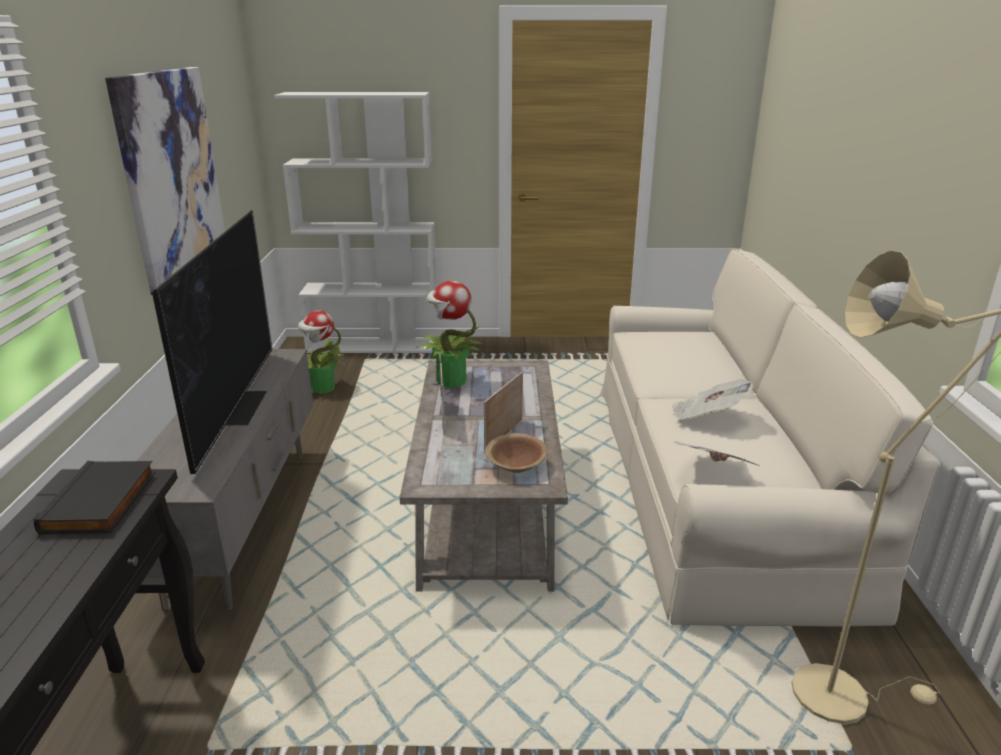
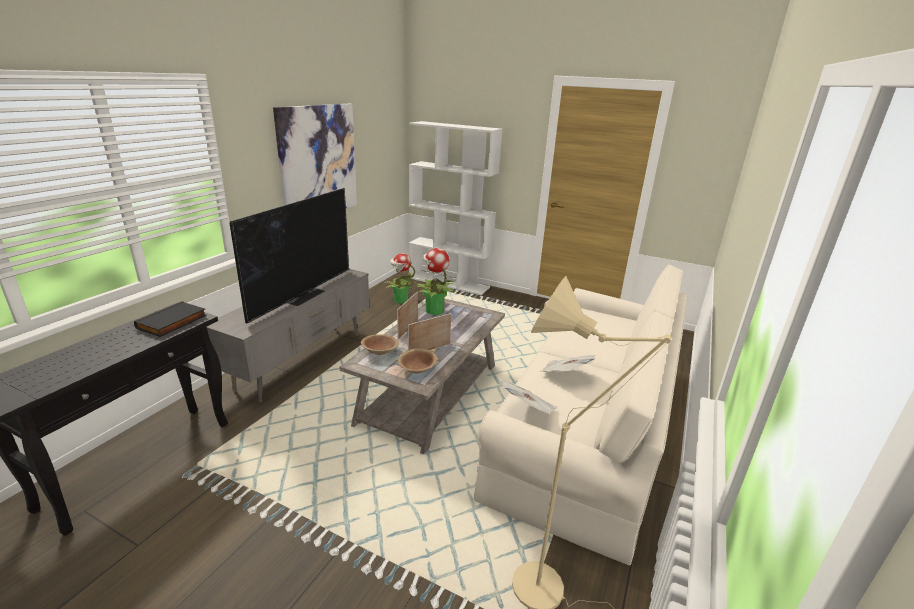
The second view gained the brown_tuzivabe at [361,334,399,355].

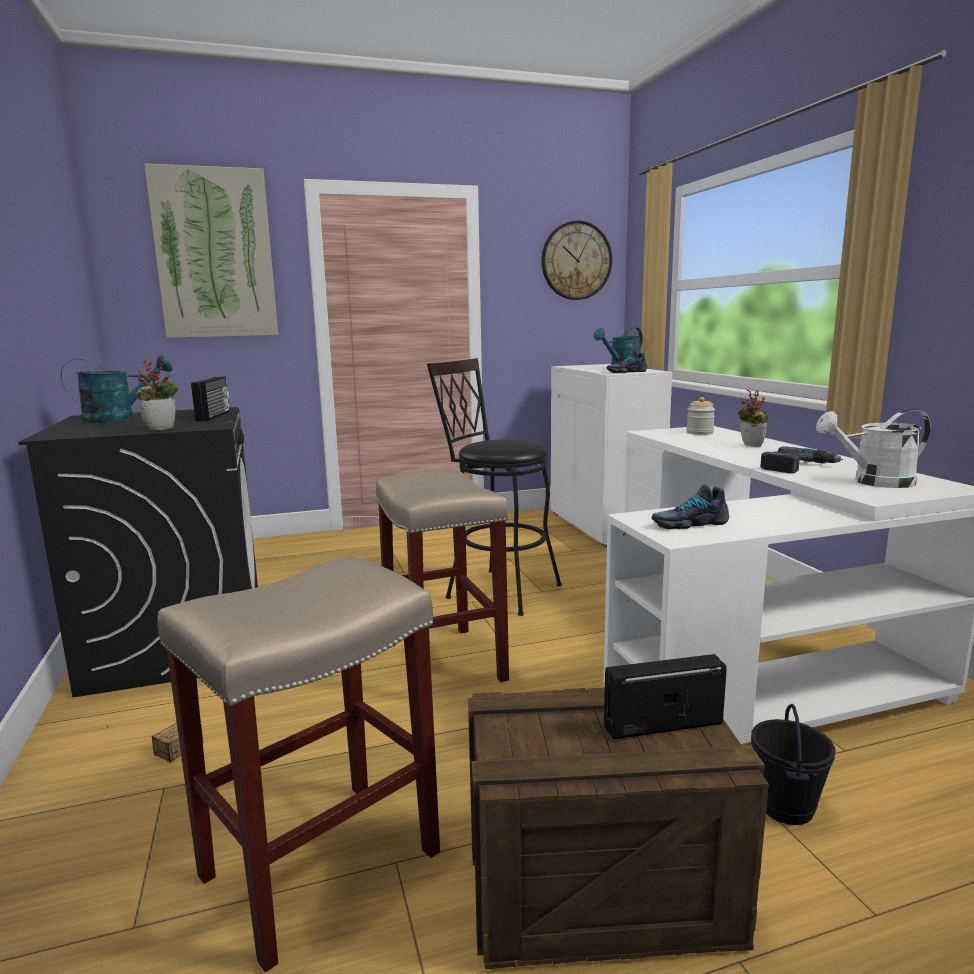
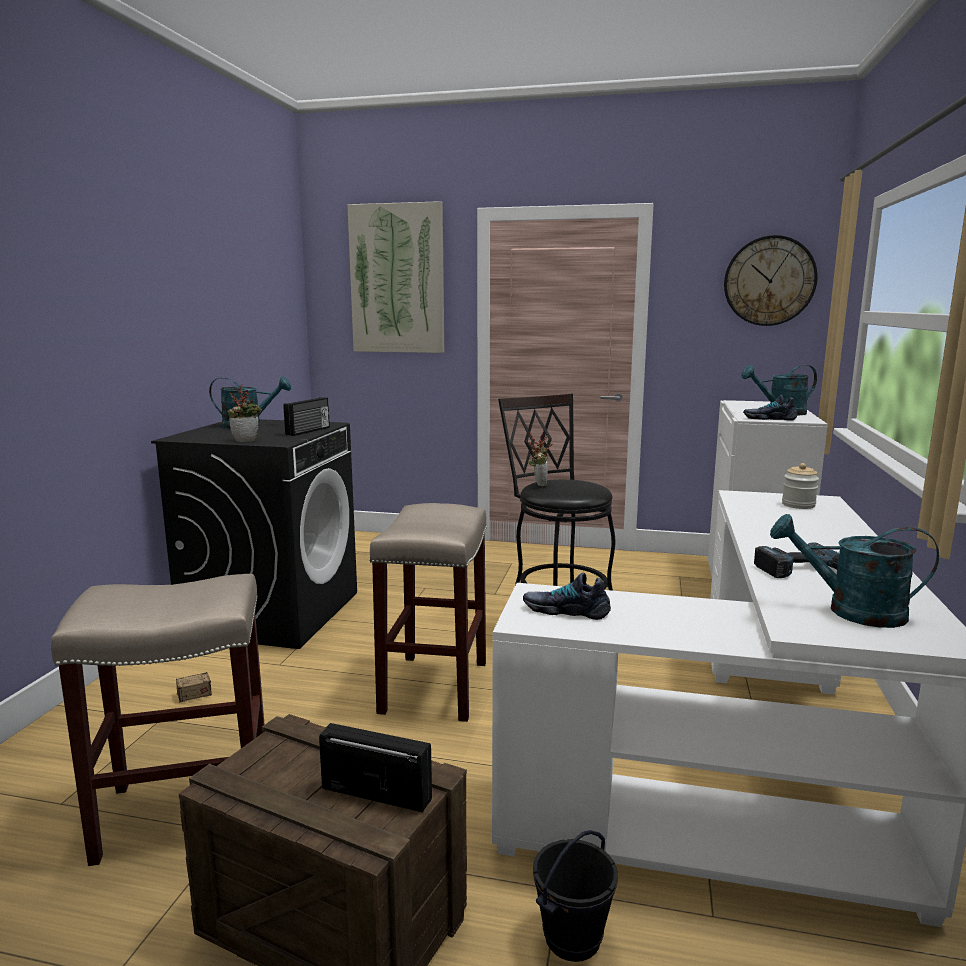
The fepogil ended up elsewhere, having gone from [737,390,769,447] to [525,431,553,487]. What was the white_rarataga at [816,409,931,488] turned into the turquoise_rarataga at [770,514,939,628].

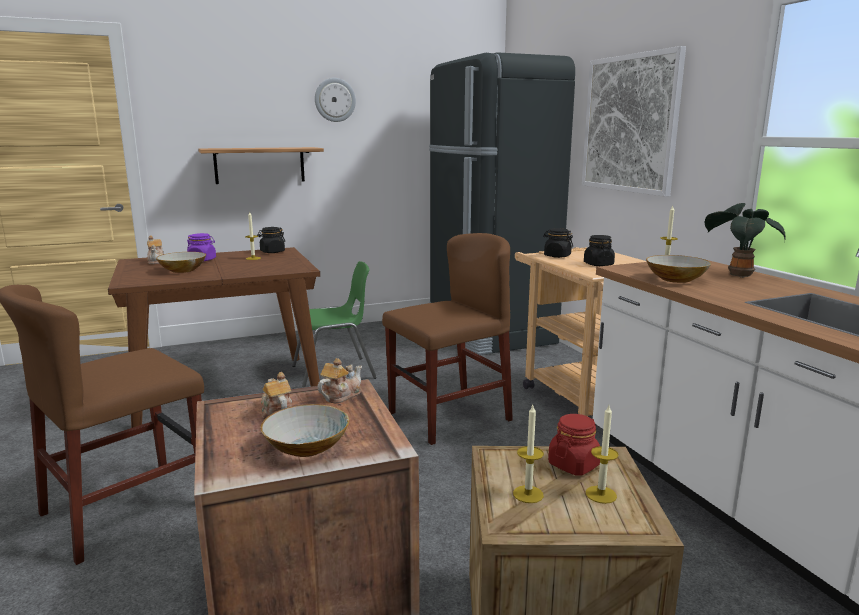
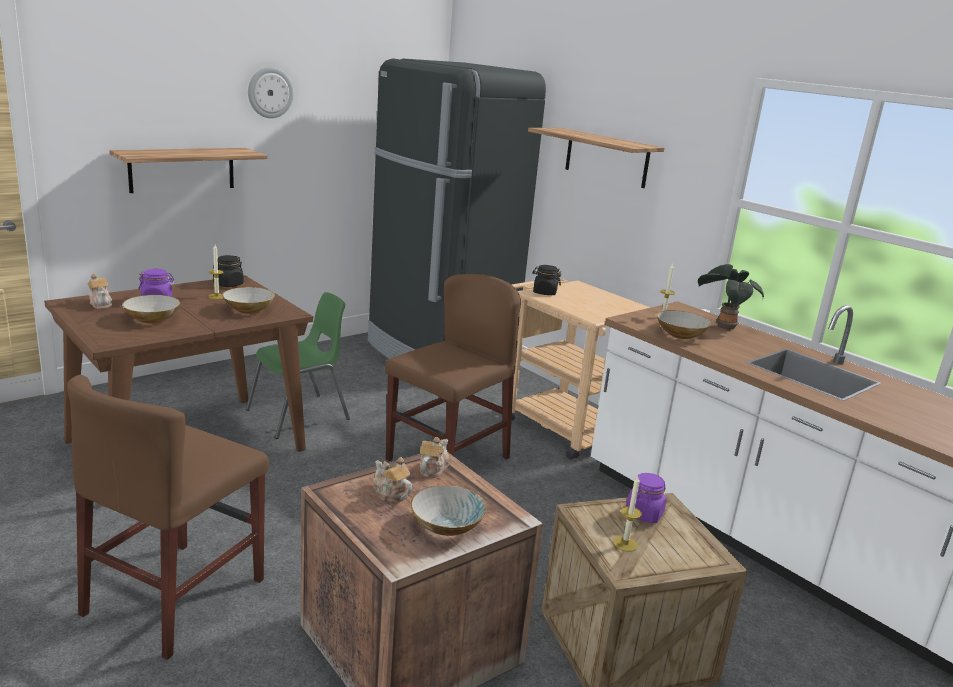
Where the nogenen hung at [582,46,686,197], the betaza came to hang at [528,128,664,188]. The second view lost the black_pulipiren at [584,235,615,266]. The second view lost the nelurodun at [586,405,618,504]. What was the red_pulipiren at [548,414,600,476] turned into the purple_pulipiren at [626,473,666,523]. The second view gained the tuzivabe at [222,287,275,314].

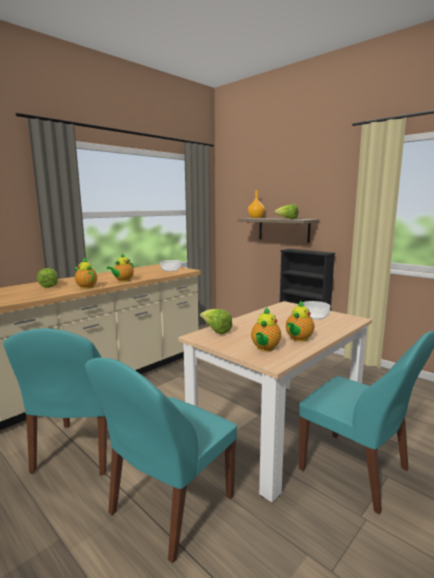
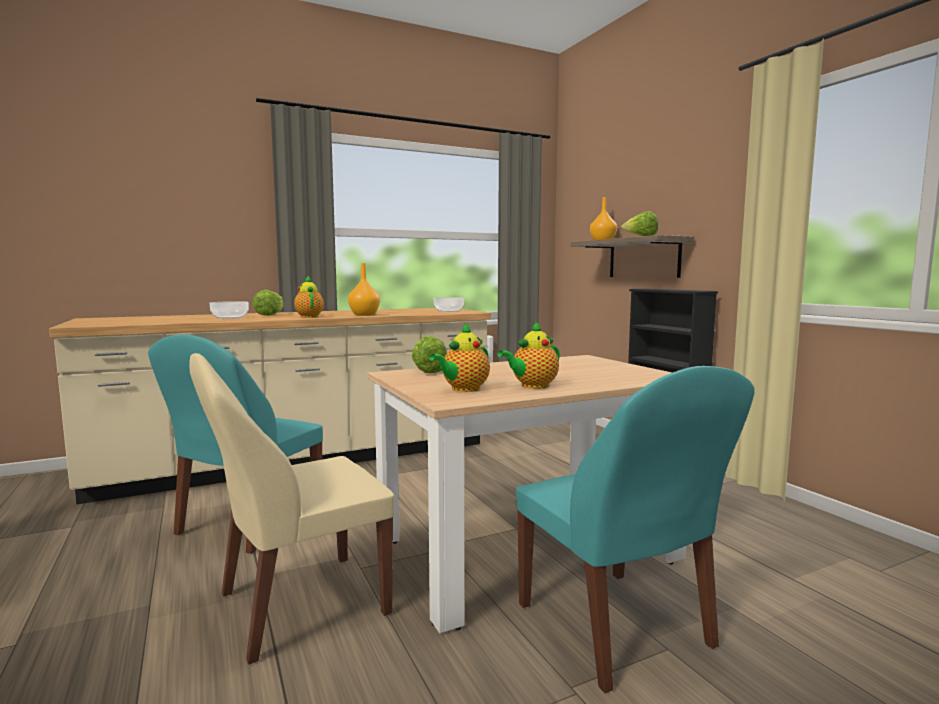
Where the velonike stood at [107,253,134,282], the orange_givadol came to stand at [348,263,380,316]. The tuzivabe ended up elsewhere, having gone from [303,301,330,320] to [210,301,249,319]. What was the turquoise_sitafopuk at [85,358,237,563] turned into the beige_sitafopuk at [189,353,394,665].

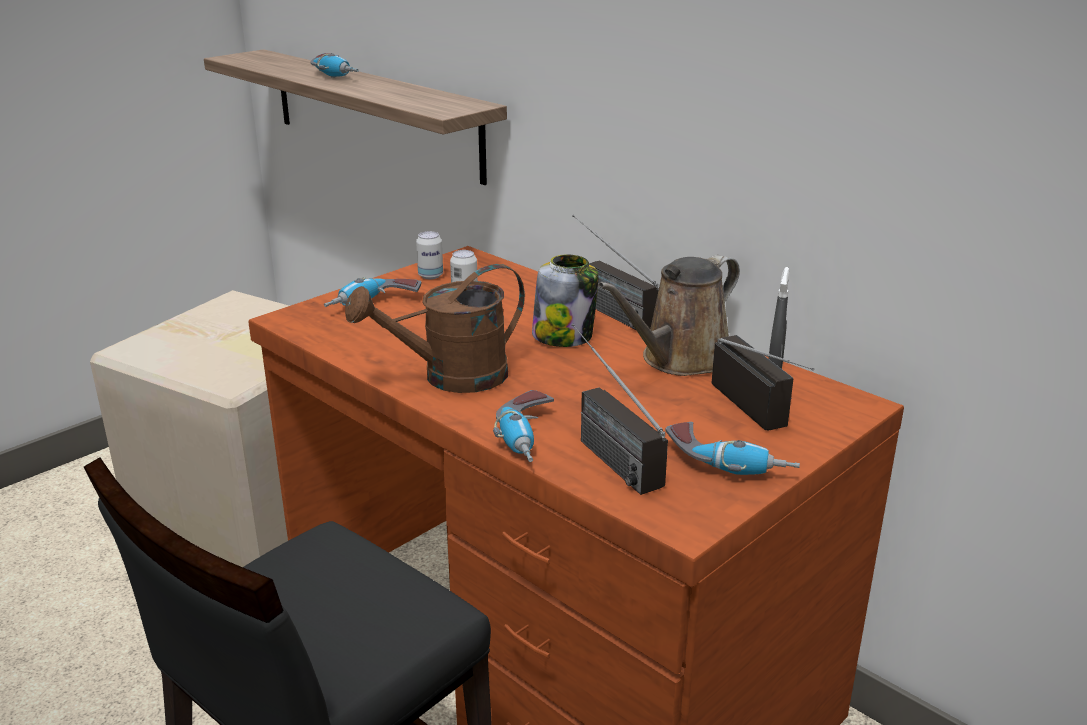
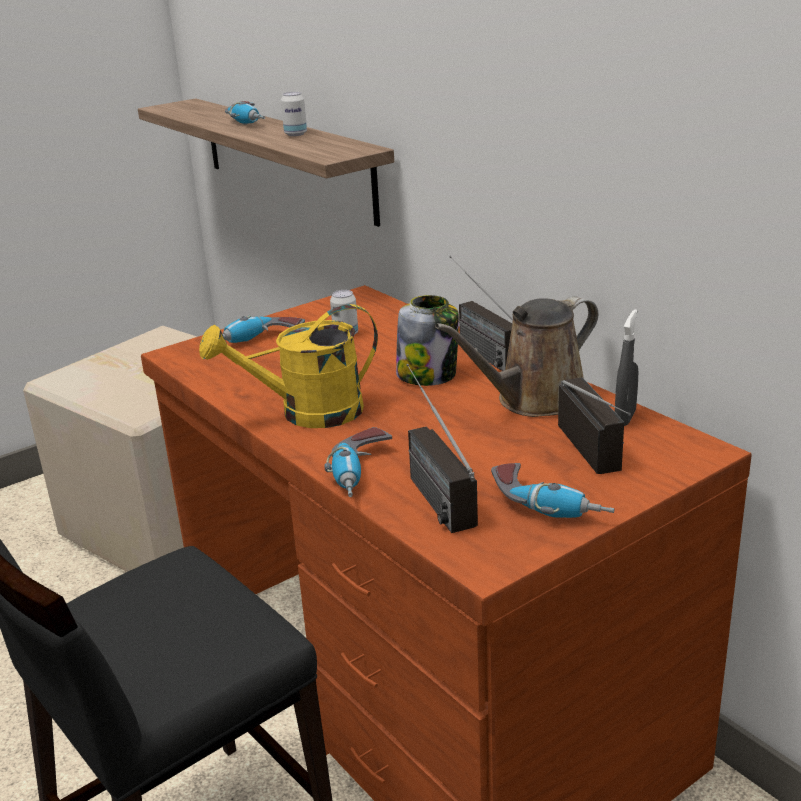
The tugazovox ended up elsewhere, having gone from [416,231,443,279] to [281,92,307,136]. What was the brown_rarataga at [345,264,525,393] turned into the yellow_rarataga at [199,304,378,428].

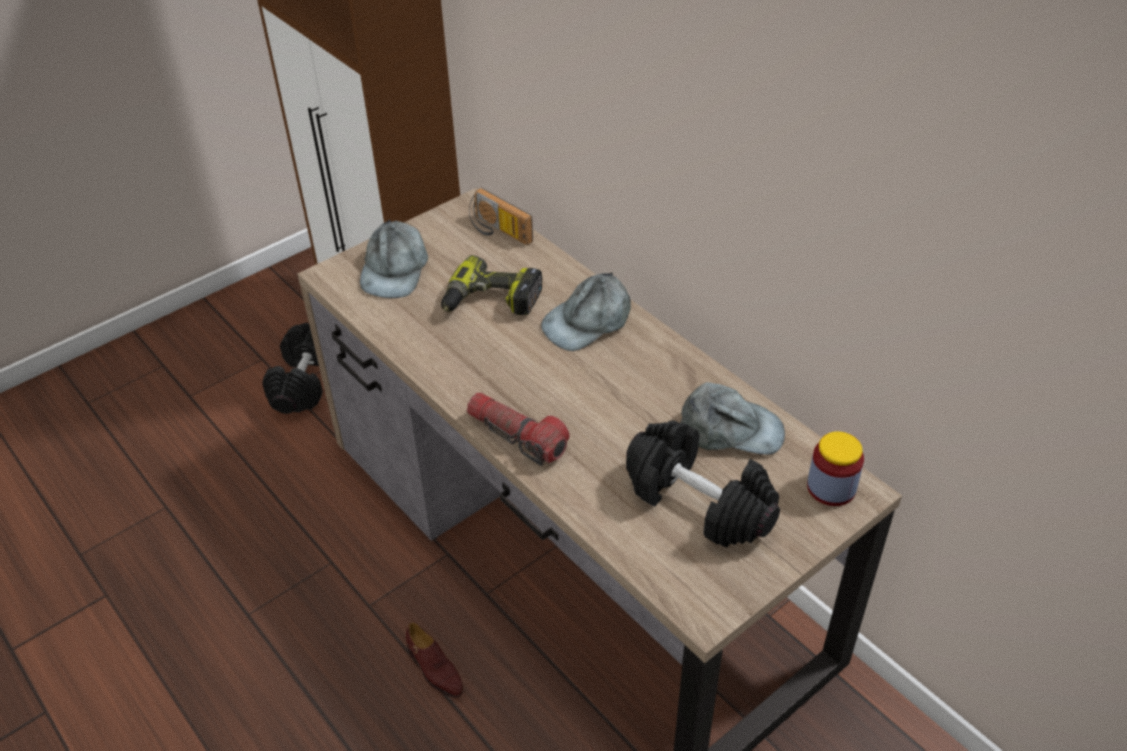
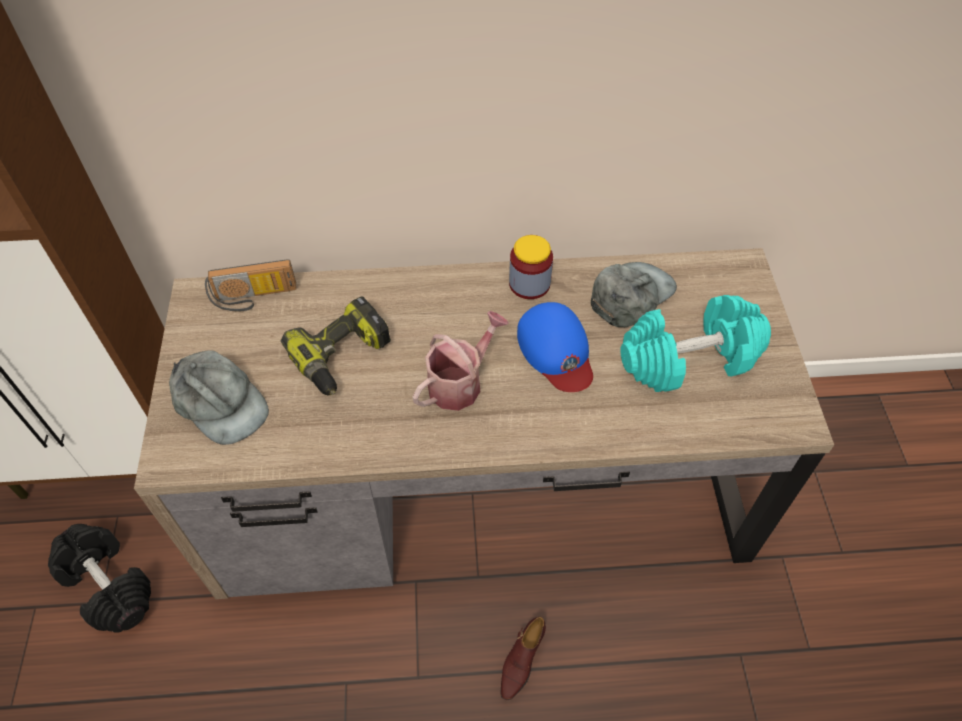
The second view lost the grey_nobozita at [541,272,631,351]. The second view lost the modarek at [467,392,570,466]. What was the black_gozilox at [626,420,780,548] turned into the turquoise_gozilox at [620,295,771,392]. The pulipiren ended up elsewhere, having gone from [807,432,864,506] to [509,235,553,299]. The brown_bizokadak at [406,622,464,698] ended up facing another way, 120 degrees clockwise from before. The second view gained the blue_nobozita at [517,302,593,392]. The second view gained the rarataga at [412,311,509,411].

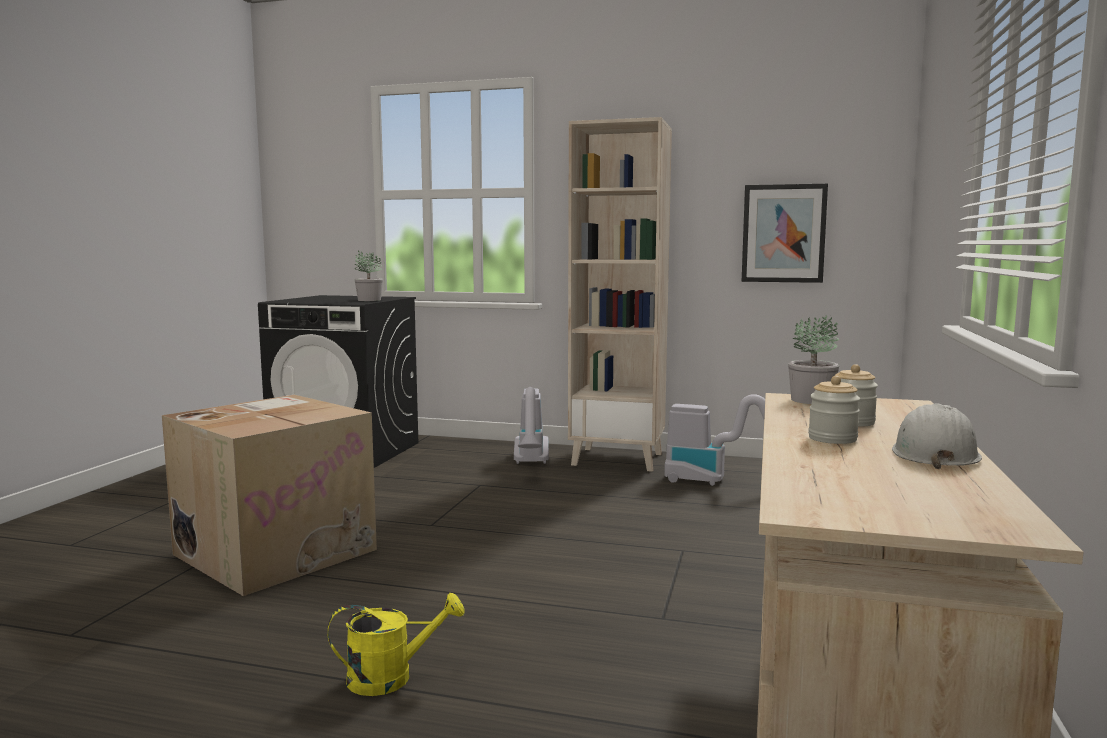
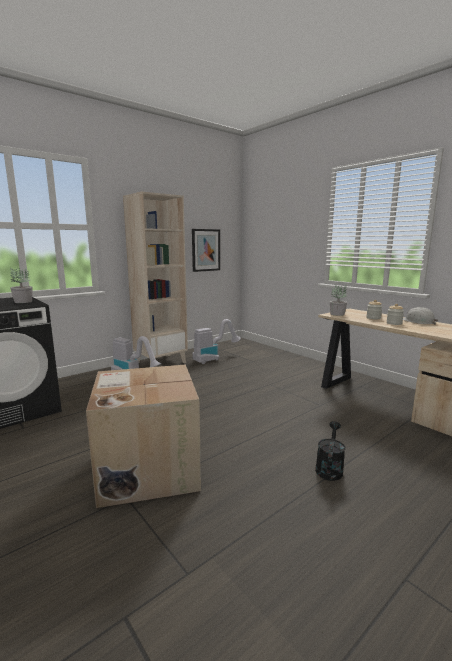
What was the yellow_rarataga at [328,593,465,696] turned into the black_rarataga at [315,421,346,481].

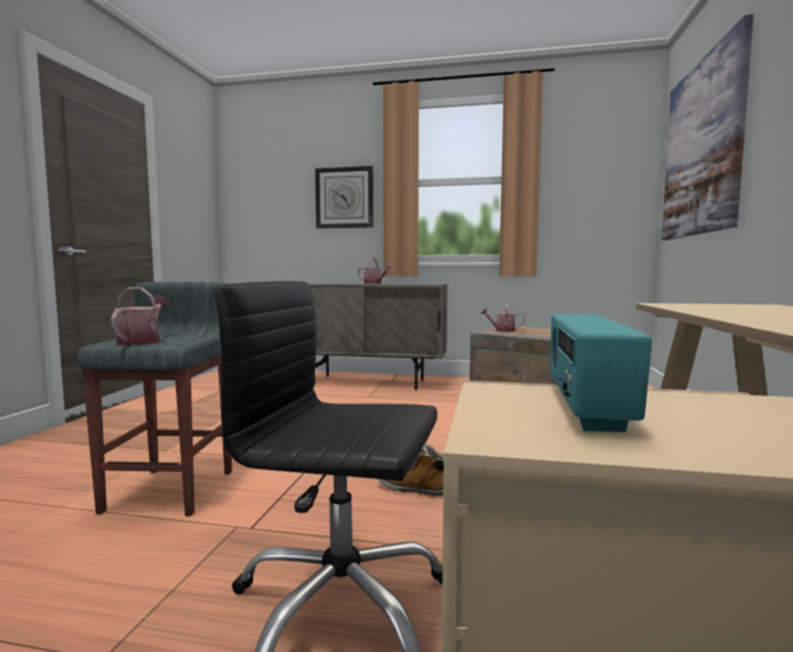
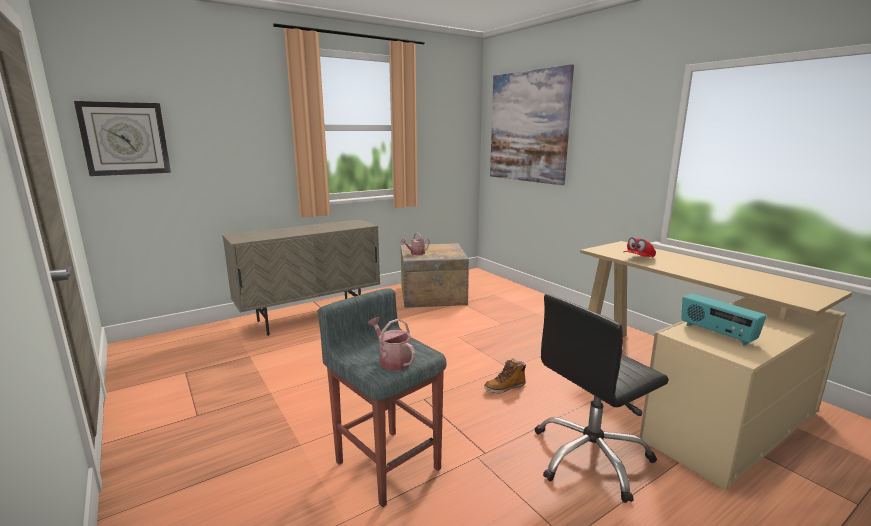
The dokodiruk ended up elsewhere, having gone from [315,166,373,229] to [74,101,171,176]. The second view lost the rarataga at [358,258,393,284]. The second view gained the red_nobozita at [623,237,656,257].

